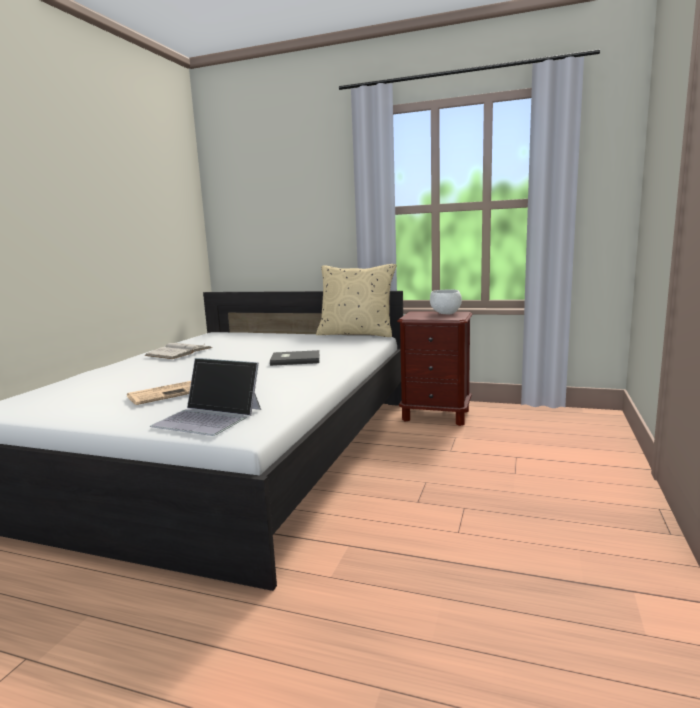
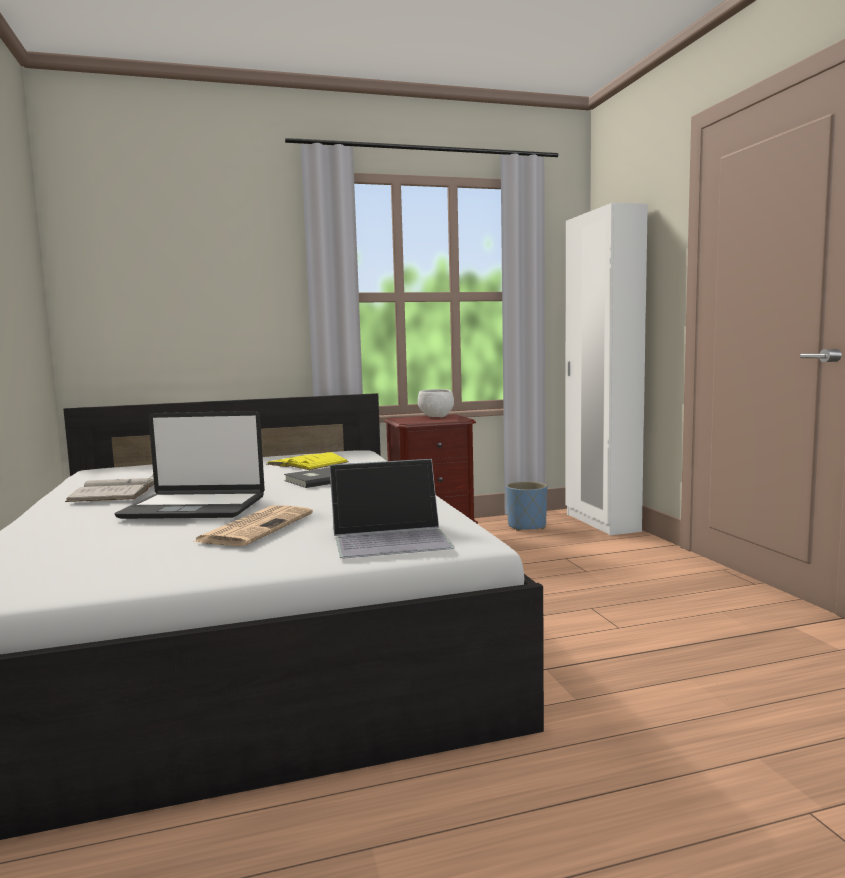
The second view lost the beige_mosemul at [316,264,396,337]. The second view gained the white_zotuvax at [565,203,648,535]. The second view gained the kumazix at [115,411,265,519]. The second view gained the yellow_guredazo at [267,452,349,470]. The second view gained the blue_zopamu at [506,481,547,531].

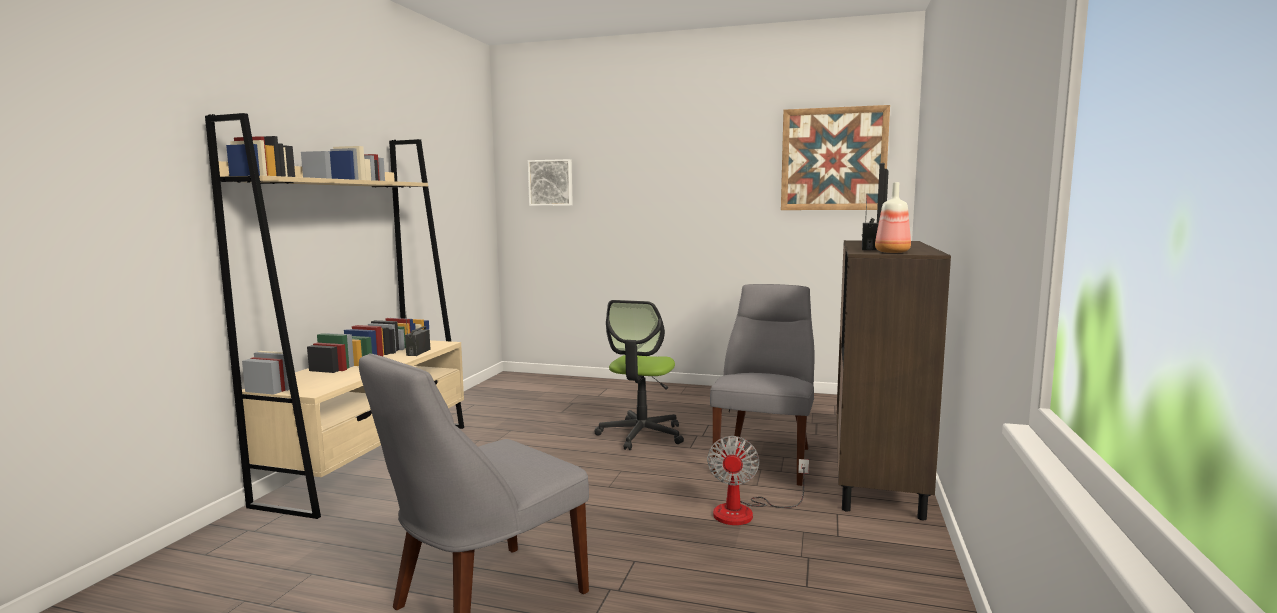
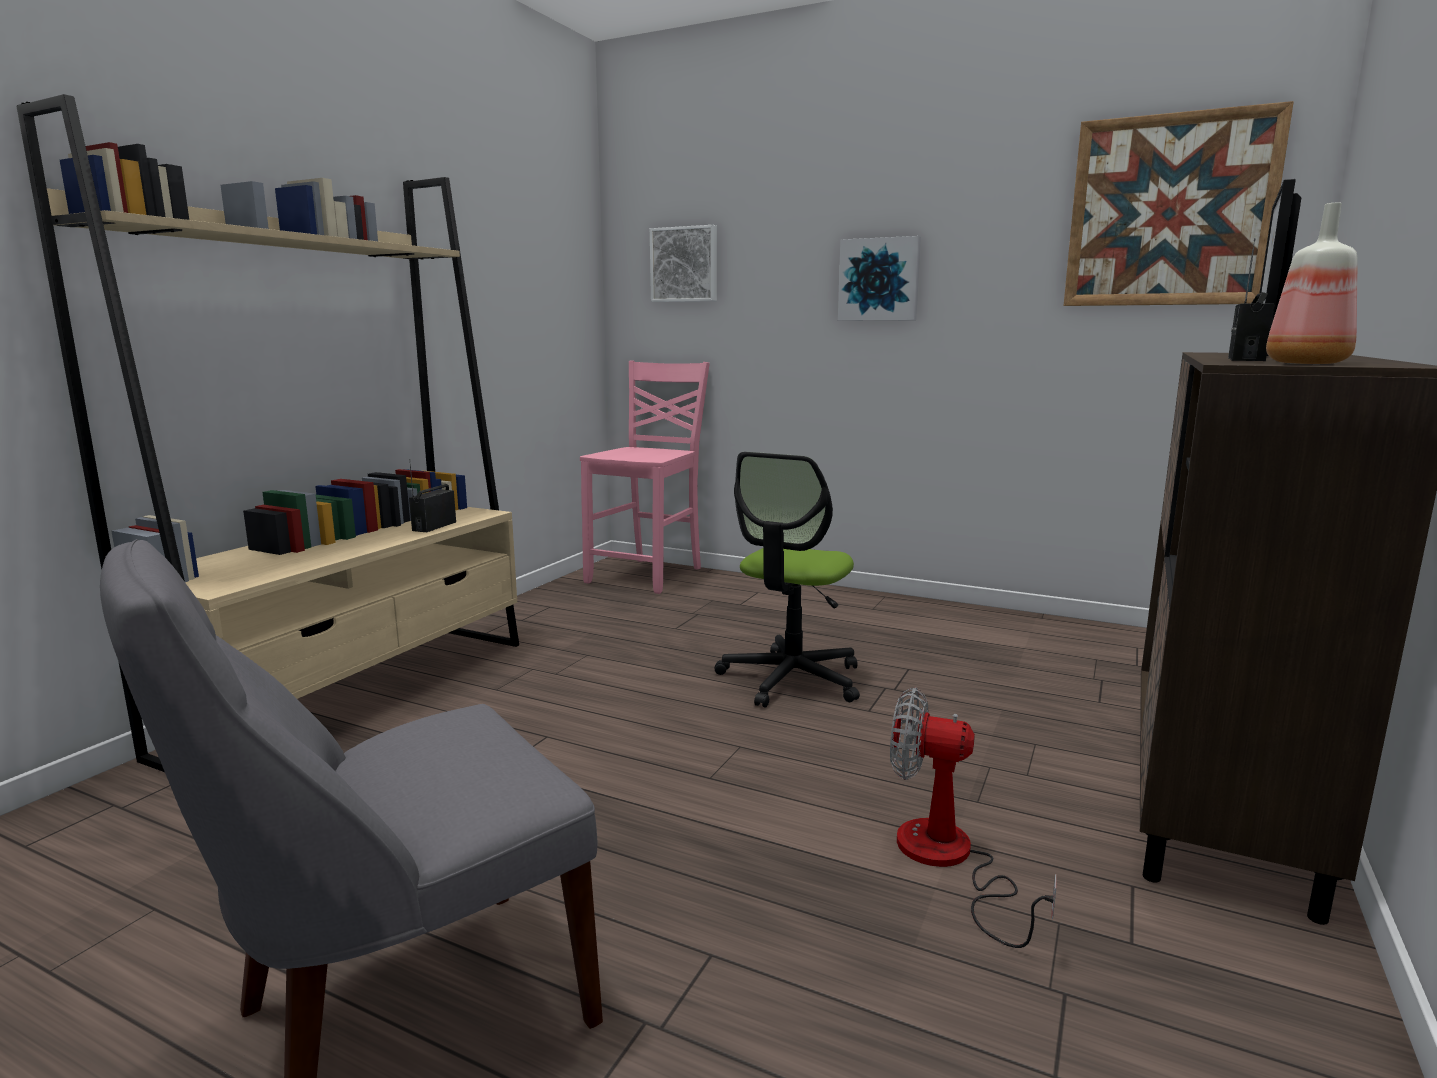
The second view lost the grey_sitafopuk at [710,284,814,486]. The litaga at [707,436,809,525] ended up facing another way, 90 degrees clockwise from before. The second view gained the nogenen at [838,236,921,320]. The second view gained the pink_sitafopuk at [580,360,710,594].

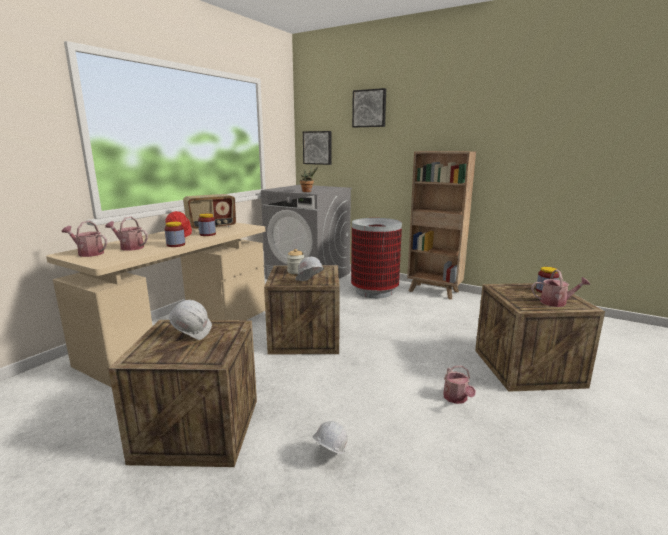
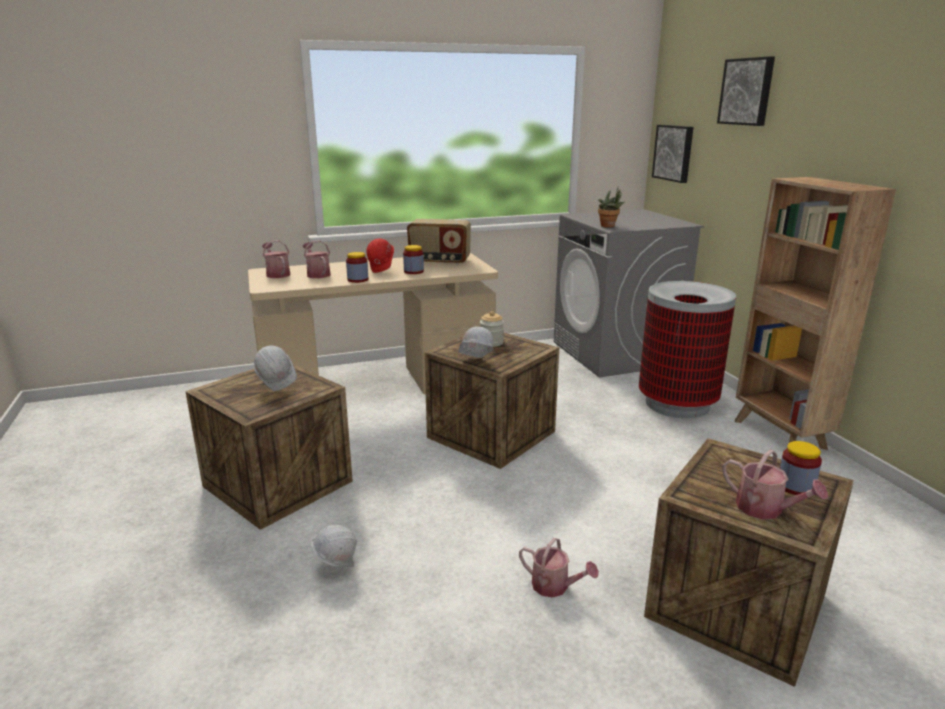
The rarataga at [443,365,476,404] ended up facing another way, 90 degrees counterclockwise from before.

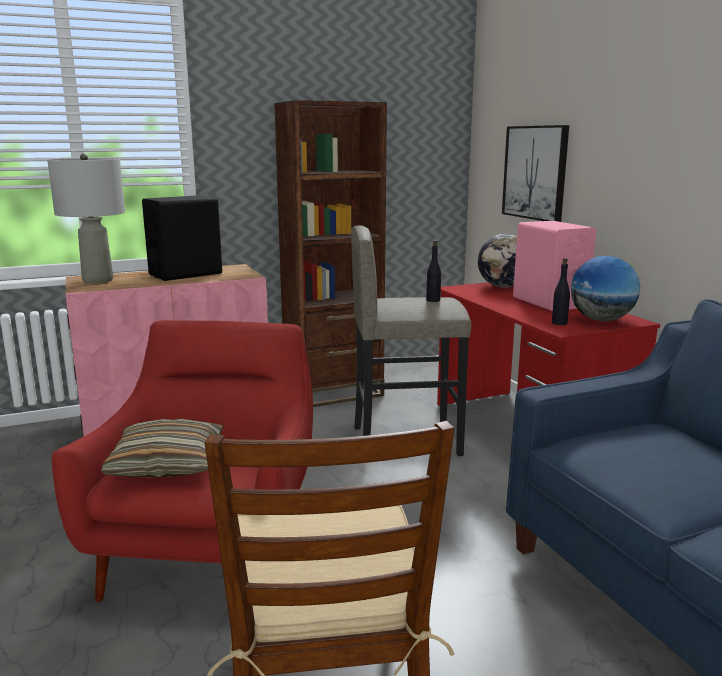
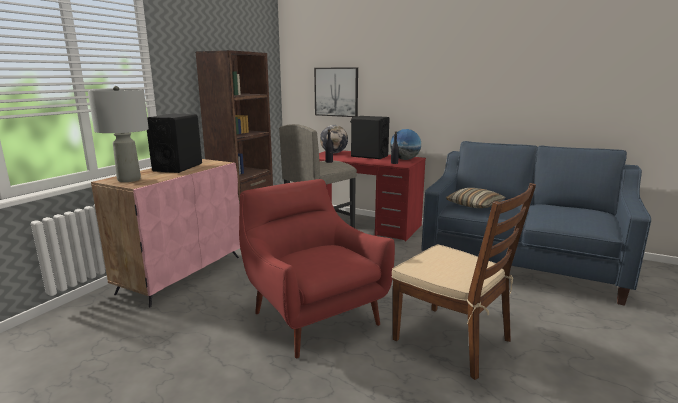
What was the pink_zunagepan at [513,221,596,311] turned into the black_zunagepan at [350,116,390,159]. The mosemul ended up elsewhere, having gone from [101,419,224,478] to [446,188,506,208].

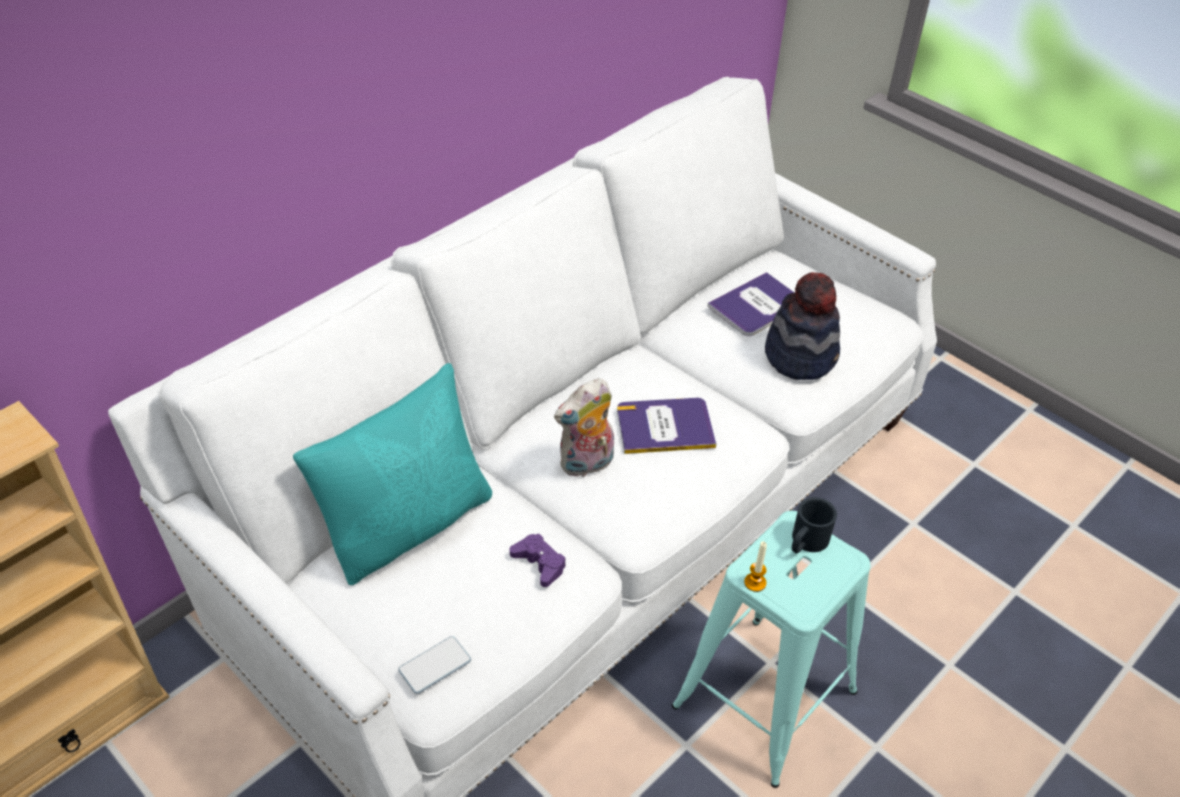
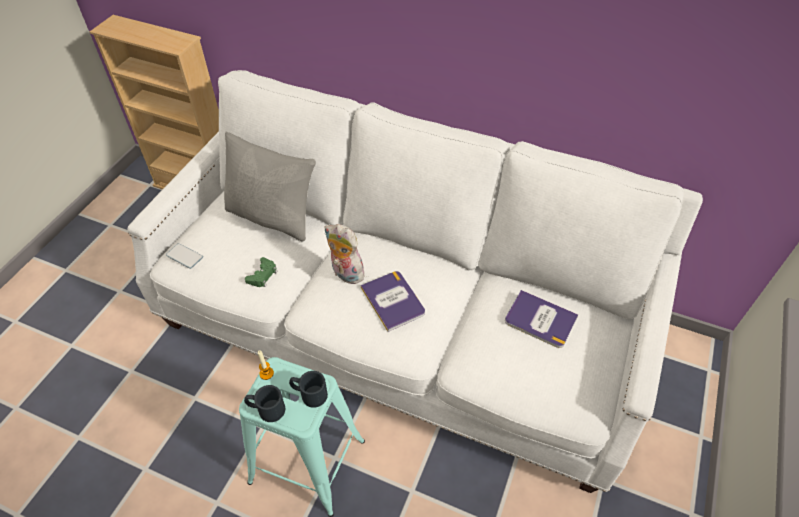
The second view lost the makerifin at [765,272,840,380]. What was the turquoise_mosemul at [293,363,492,585] turned into the grey_mosemul at [224,132,316,241]. What was the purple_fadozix at [510,534,566,587] turned into the green_fadozix at [245,257,278,287]. The second view gained the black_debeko at [244,385,285,422].

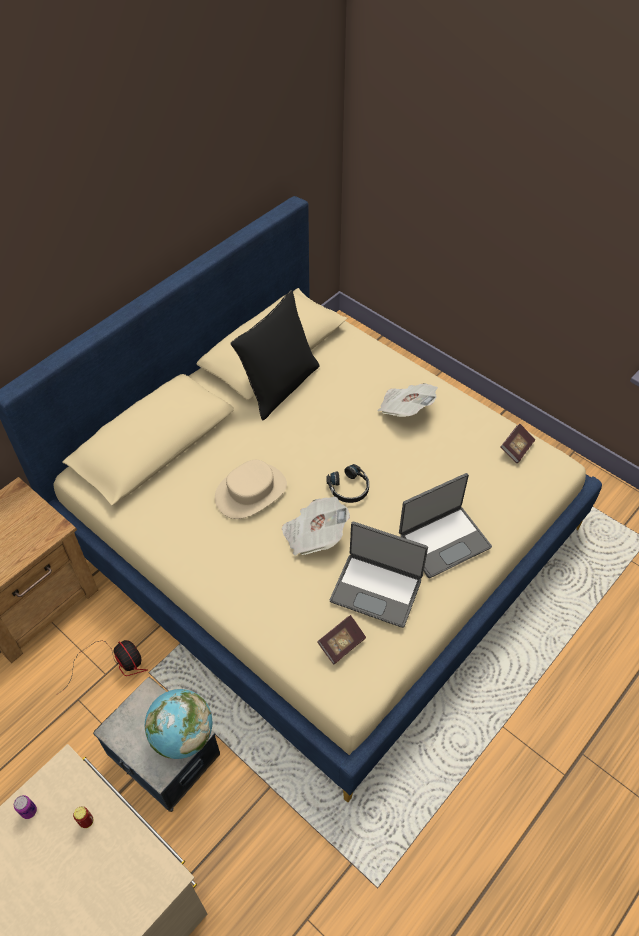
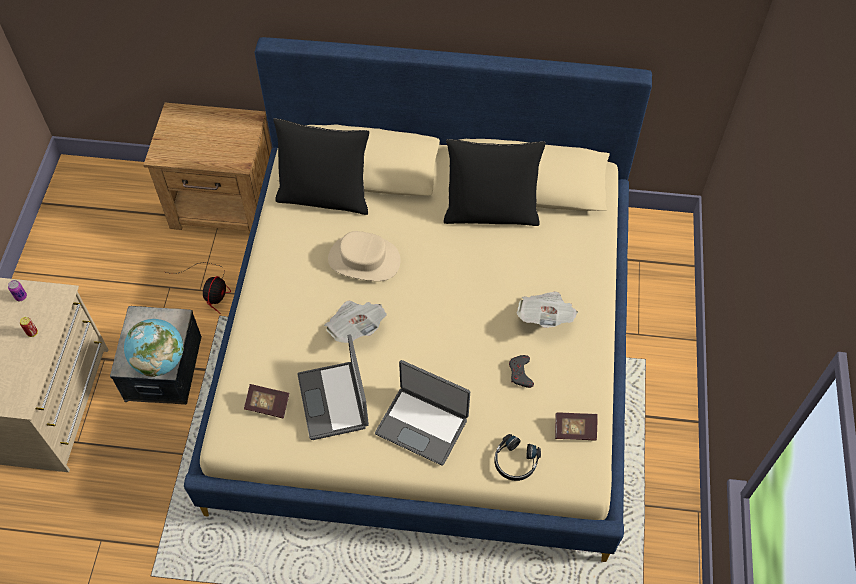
The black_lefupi ended up elsewhere, having gone from [326,464,369,503] to [494,434,541,481]. The second view gained the black_mosemul at [273,118,370,215]. The second view gained the grey_fadozix at [509,355,534,388].

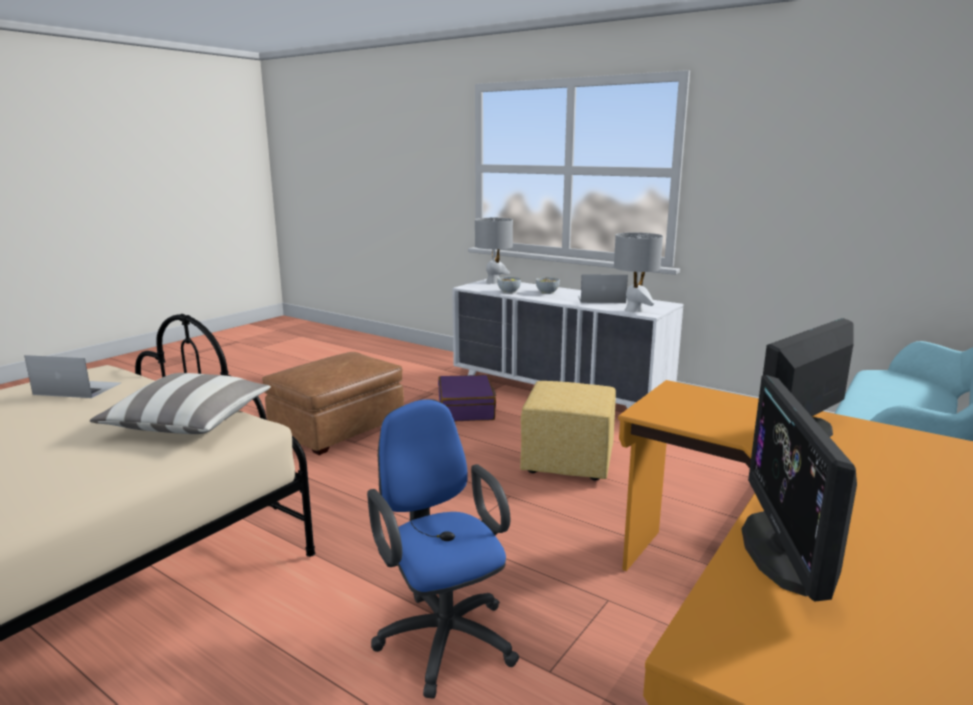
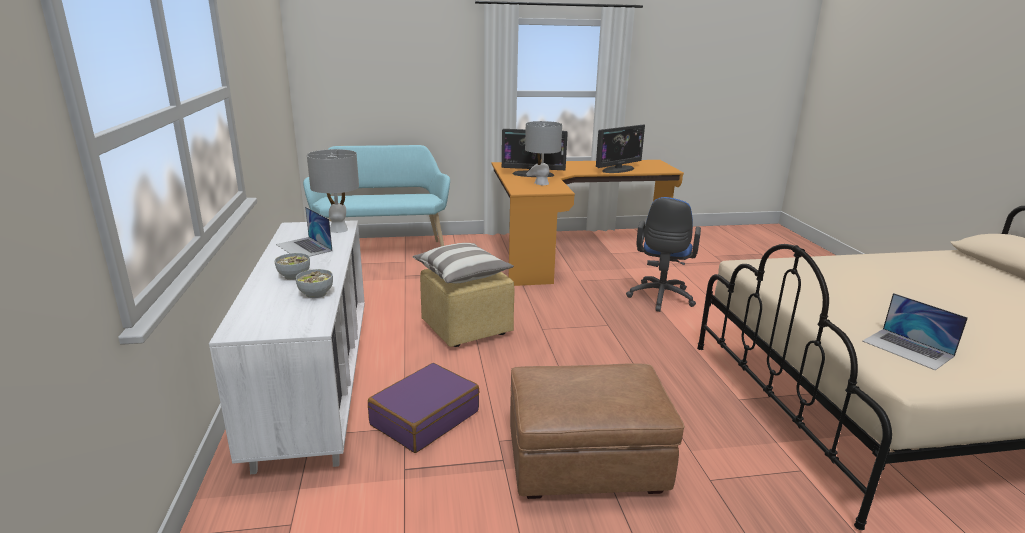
The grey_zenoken ended up elsewhere, having gone from [475,218,513,284] to [525,121,562,185]. The mosemul ended up elsewhere, having gone from [89,373,271,434] to [412,243,514,283].

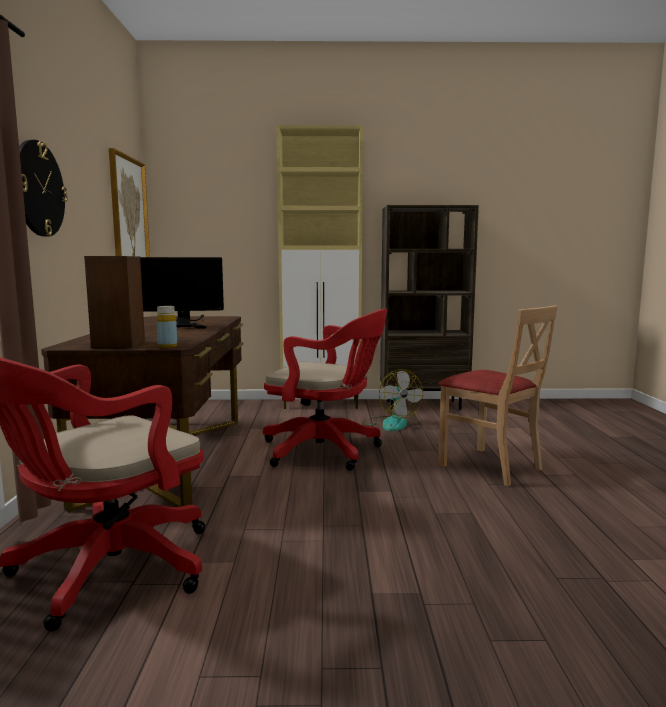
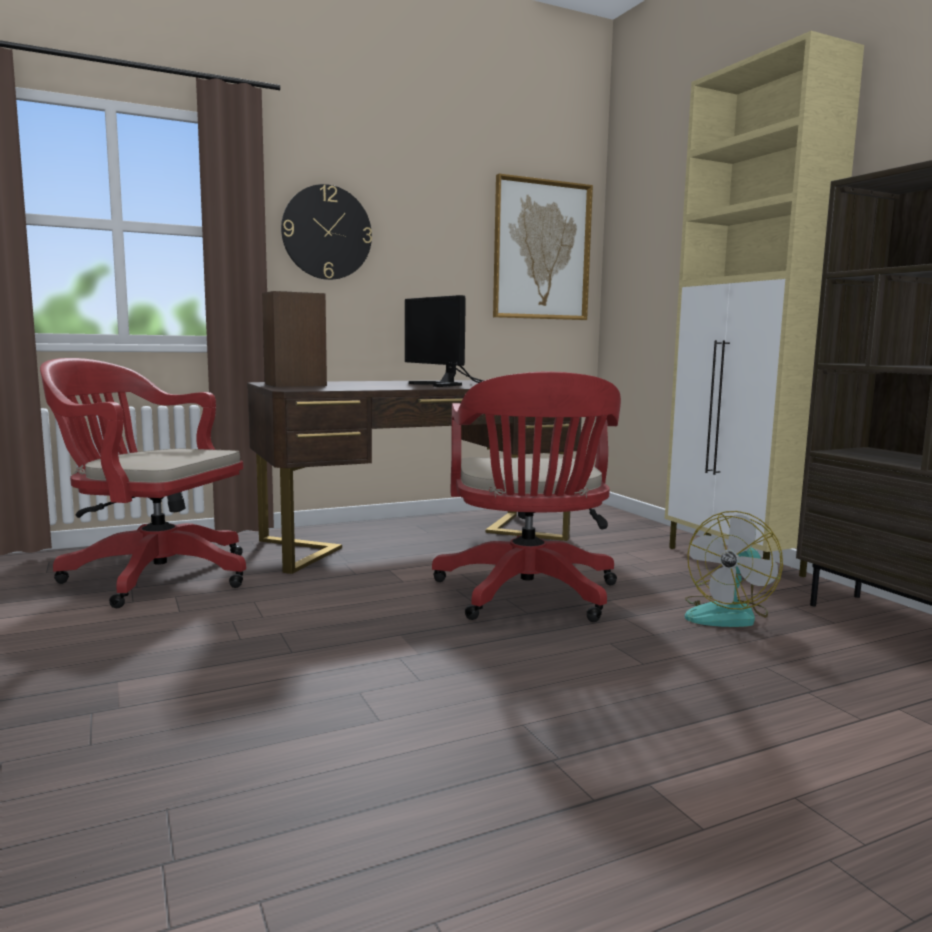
The second view lost the beige_sitafopuk at [438,305,558,486]. The second view lost the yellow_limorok at [157,306,177,348].

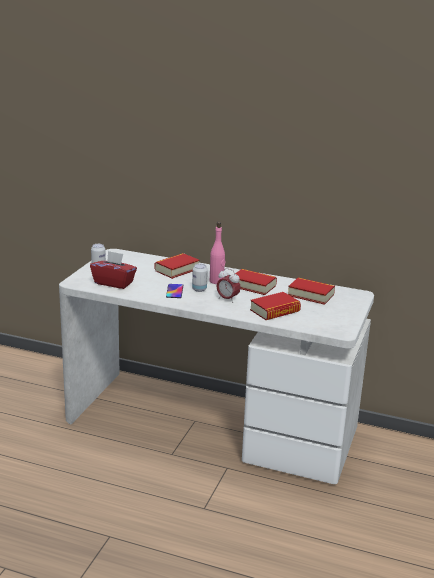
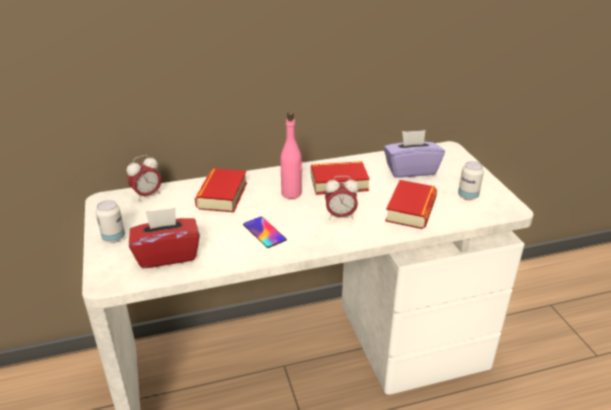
The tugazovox ended up elsewhere, having gone from [192,264,208,292] to [458,161,484,200]. Where the guredazo stood at [288,277,335,305], the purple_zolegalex came to stand at [384,130,445,178]. The second view gained the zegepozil at [127,155,162,201].

